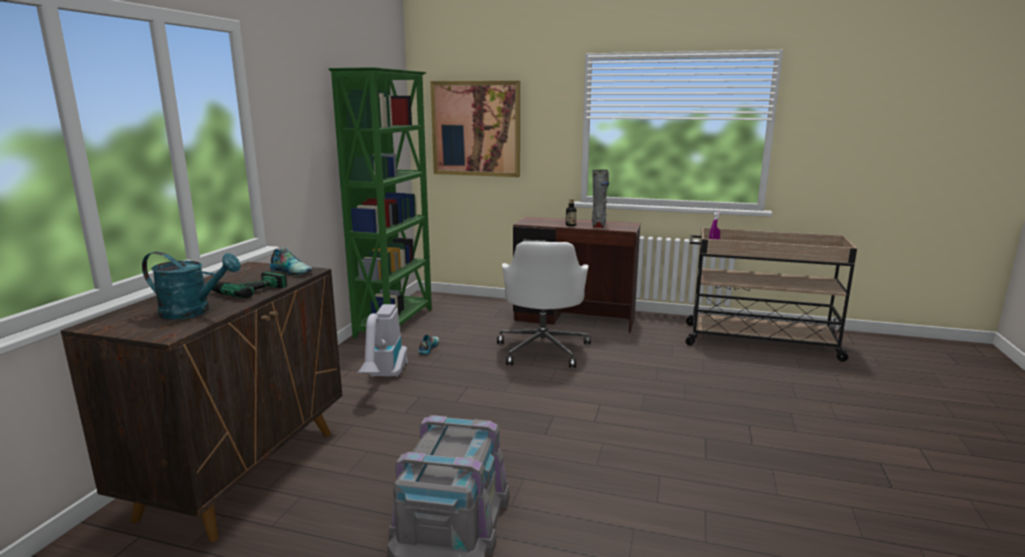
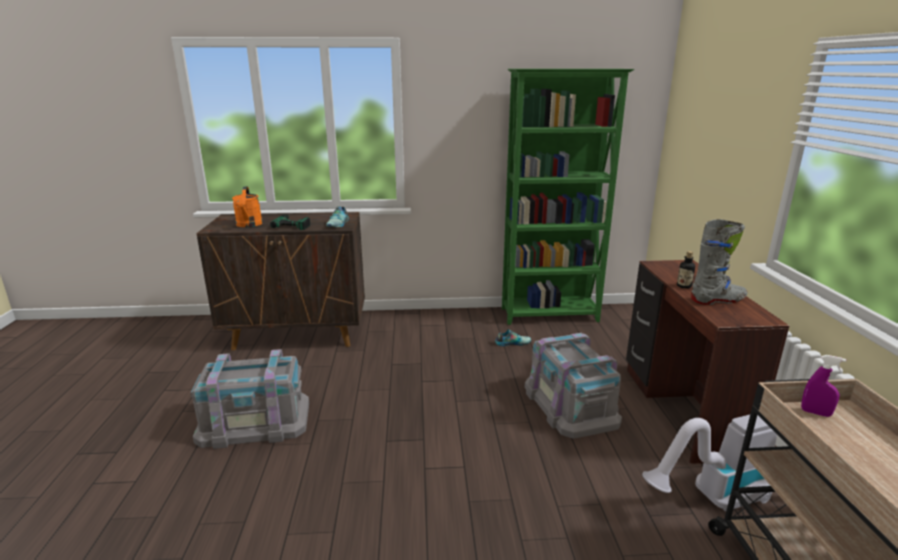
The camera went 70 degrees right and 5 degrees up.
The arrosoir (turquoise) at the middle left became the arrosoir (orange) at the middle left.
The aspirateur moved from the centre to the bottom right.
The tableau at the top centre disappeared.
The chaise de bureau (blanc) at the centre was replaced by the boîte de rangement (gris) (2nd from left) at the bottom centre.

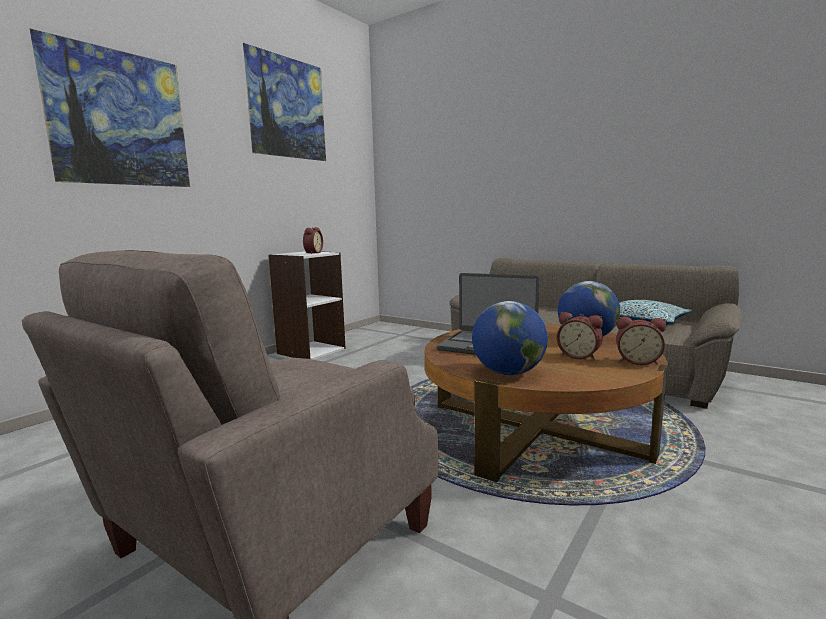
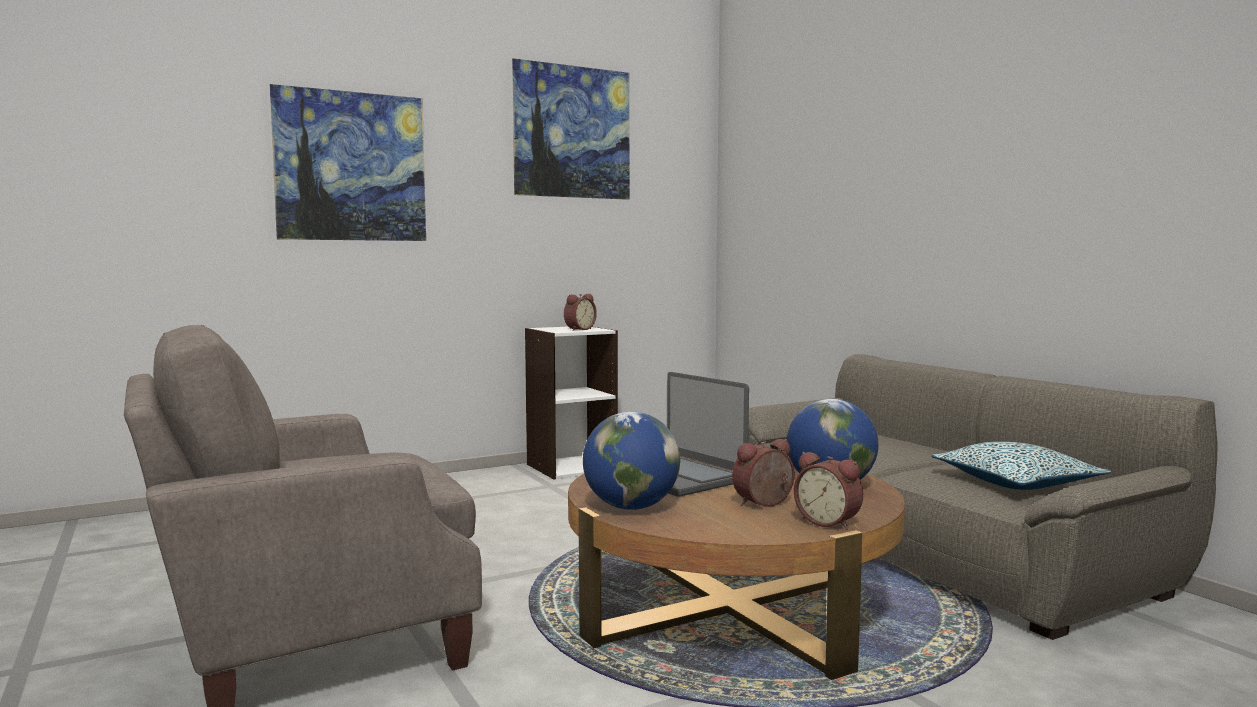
The camera went 25 degrees right and 5 degrees down.
The réveil (2nd from left) at the middle right turned 90 degrees clockwise.

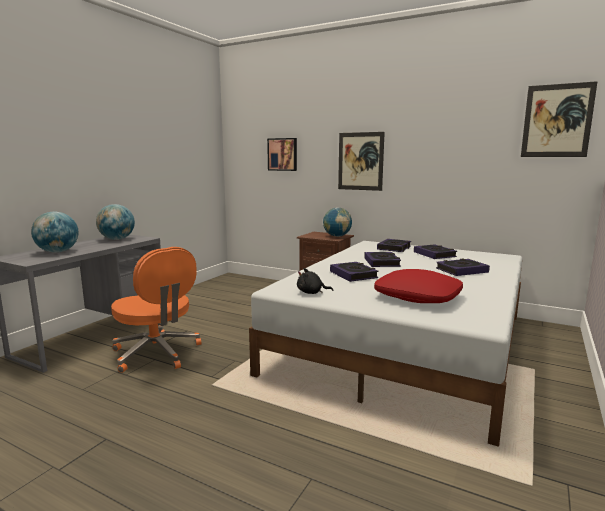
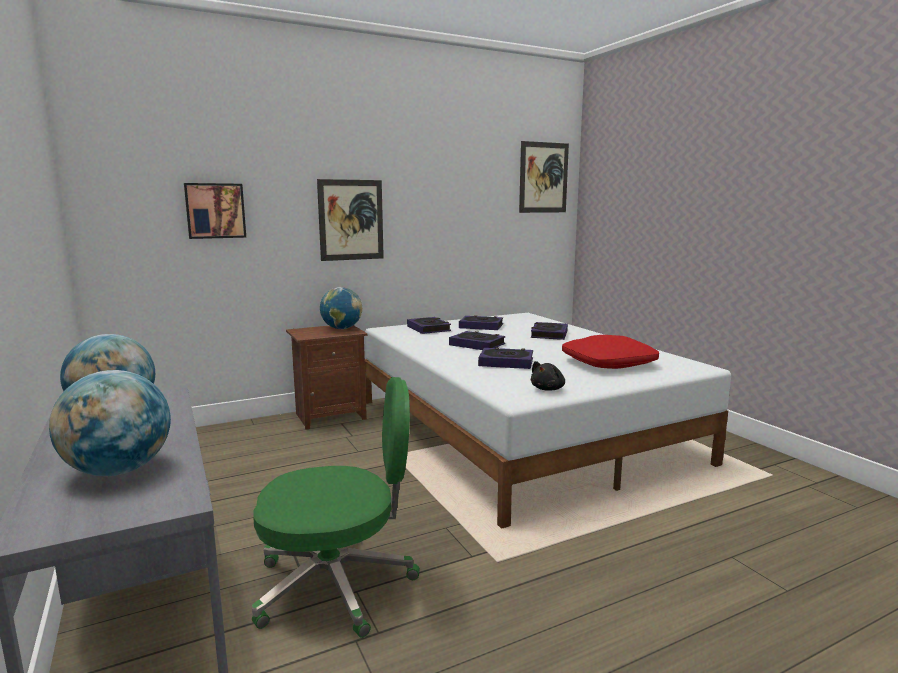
The camera went 55 degrees left and 0 degrees up.
The chaise de bureau (orange) at the middle left became the chaise de bureau (vert) at the bottom centre.

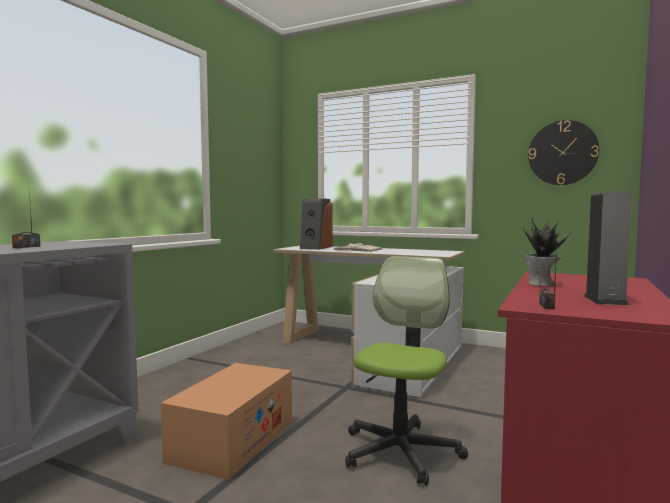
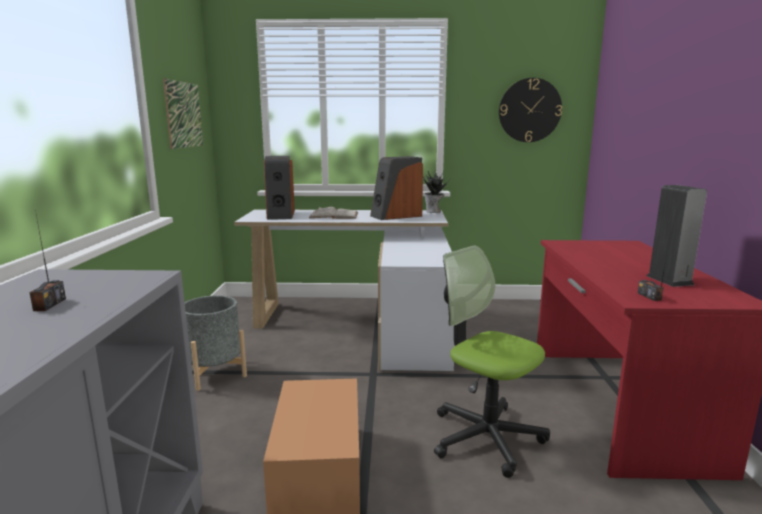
The camera went 25 degrees left and 10 degrees up.
The chaise de bureau at the bottom centre turned 45 degrees counterclockwise.
The plante en pot moved from the middle right to the centre.
The tableau at the top left appeared.
The cache-pot (gris) at the bottom left appeared.
The enceinte (2nd from left) at the centre appeared.

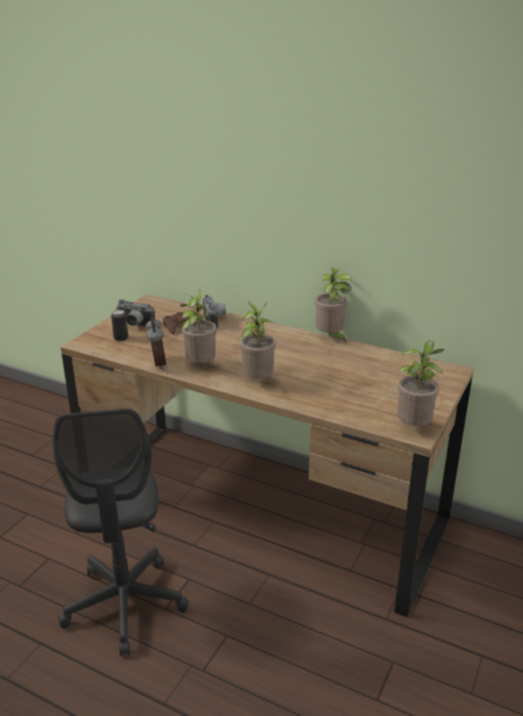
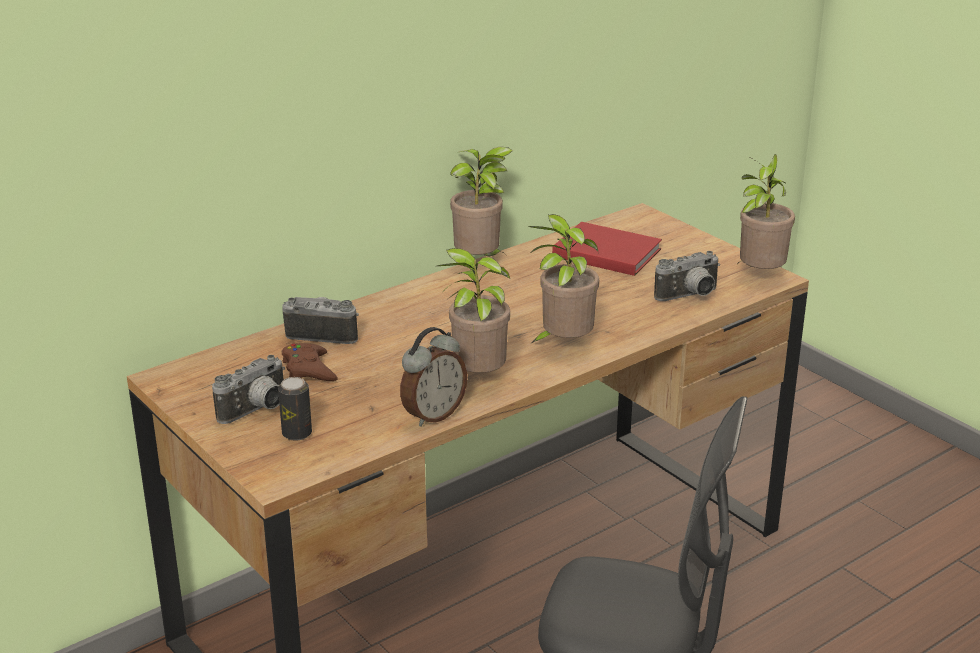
The camera went 65 degrees left and 0 degrees up.
The réveil at the middle left turned 120 degrees clockwise.
The livre (rouge) at the centre appeared.
The appareil photo (3rd from left) at the middle right appeared.

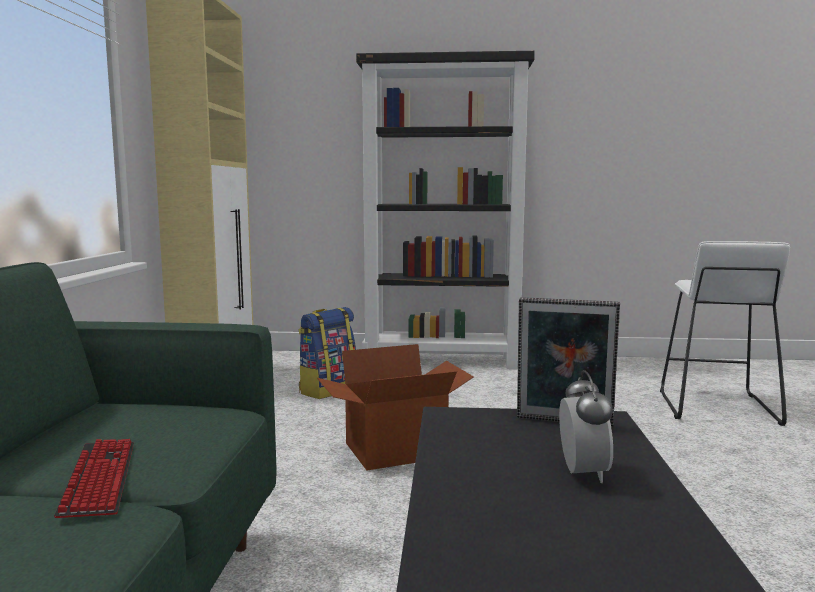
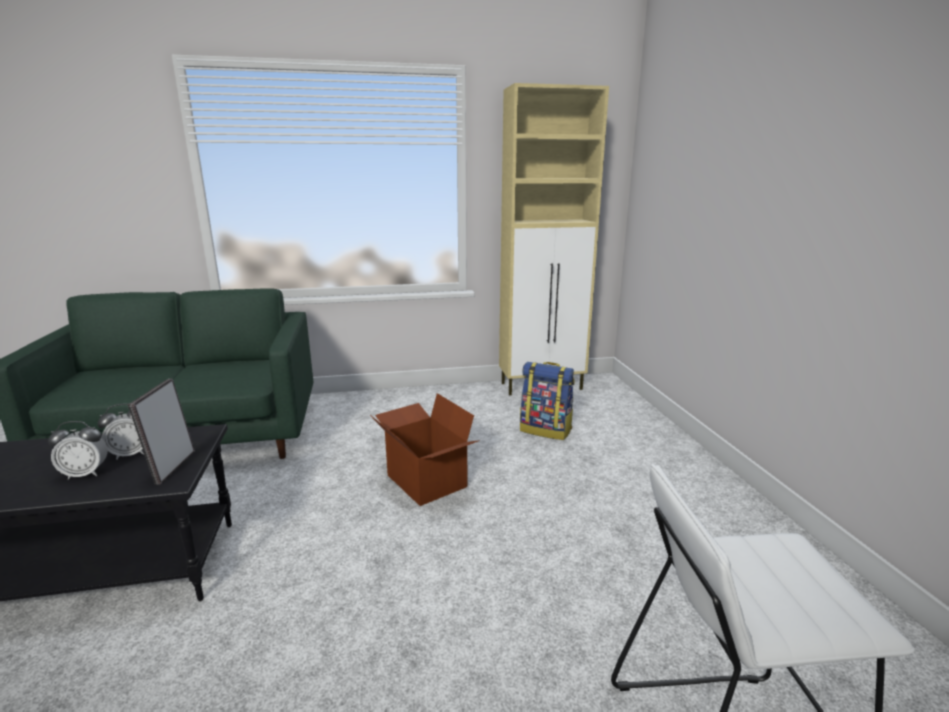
The camera went 75 degrees right and 10 degrees up.
The clavier at the bottom left disappeared.
The bibliothèque (noir) at the centre disappeared.
The réveil (2nd from left) at the middle left appeared.

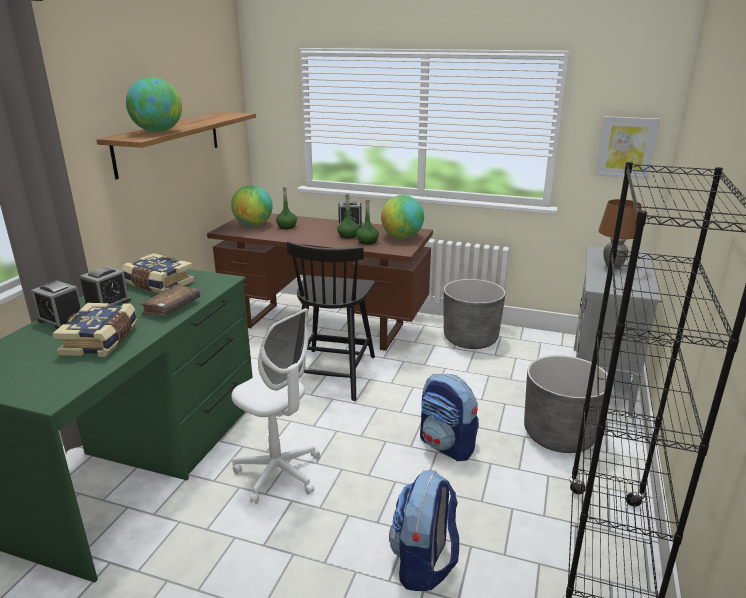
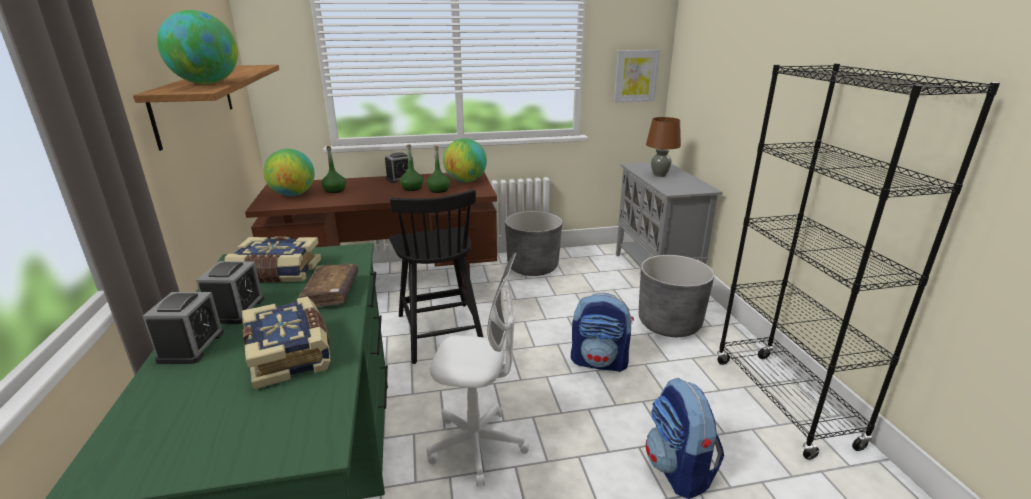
The camera went 30 degrees left and 0 degrees up.
The réveil (1st from left) at the middle left turned 90 degrees counterclockwise.

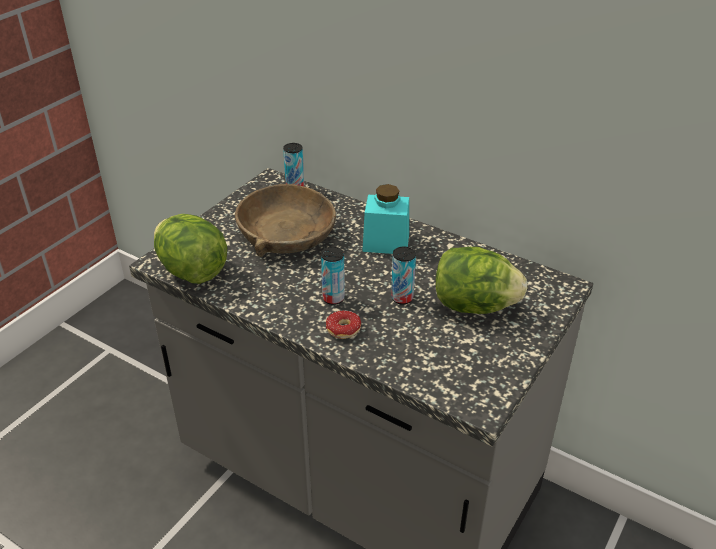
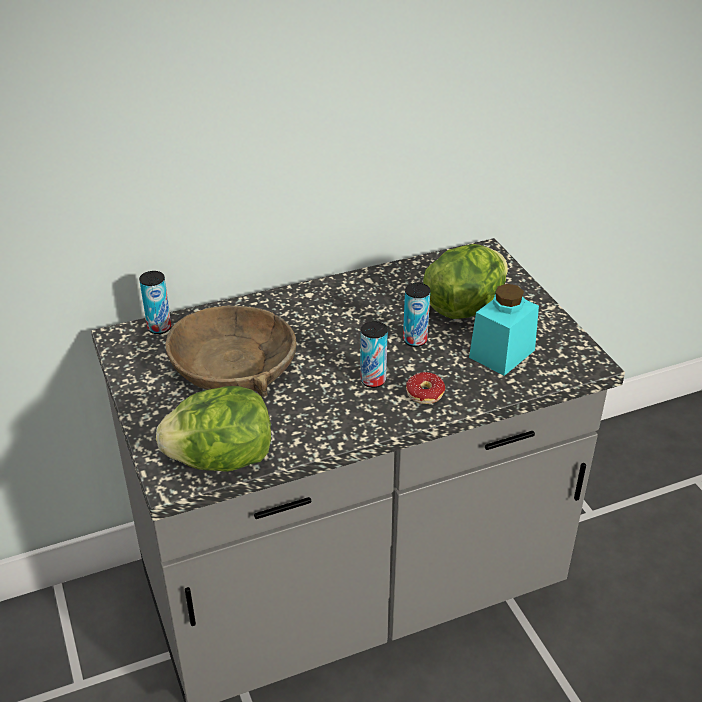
The camera went 55 degrees left and 0 degrees up.
The bocal (turquoise) moved from the centre to the middle right.

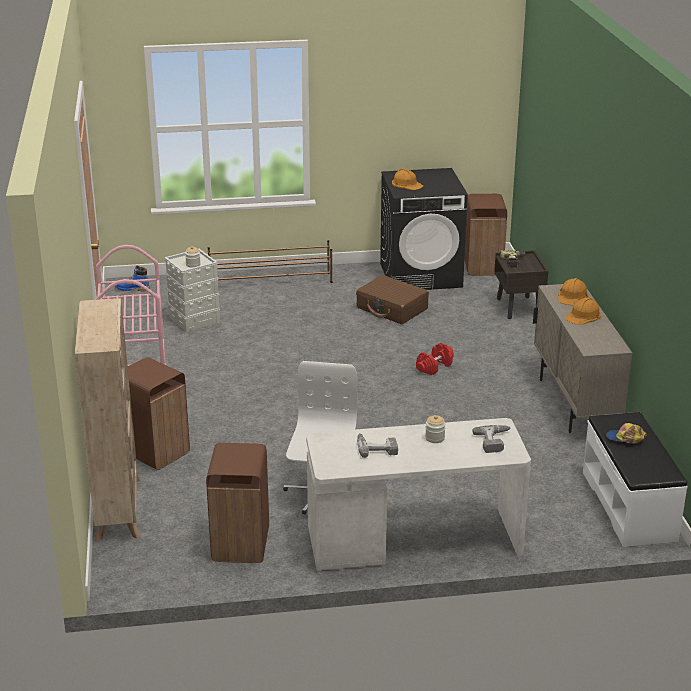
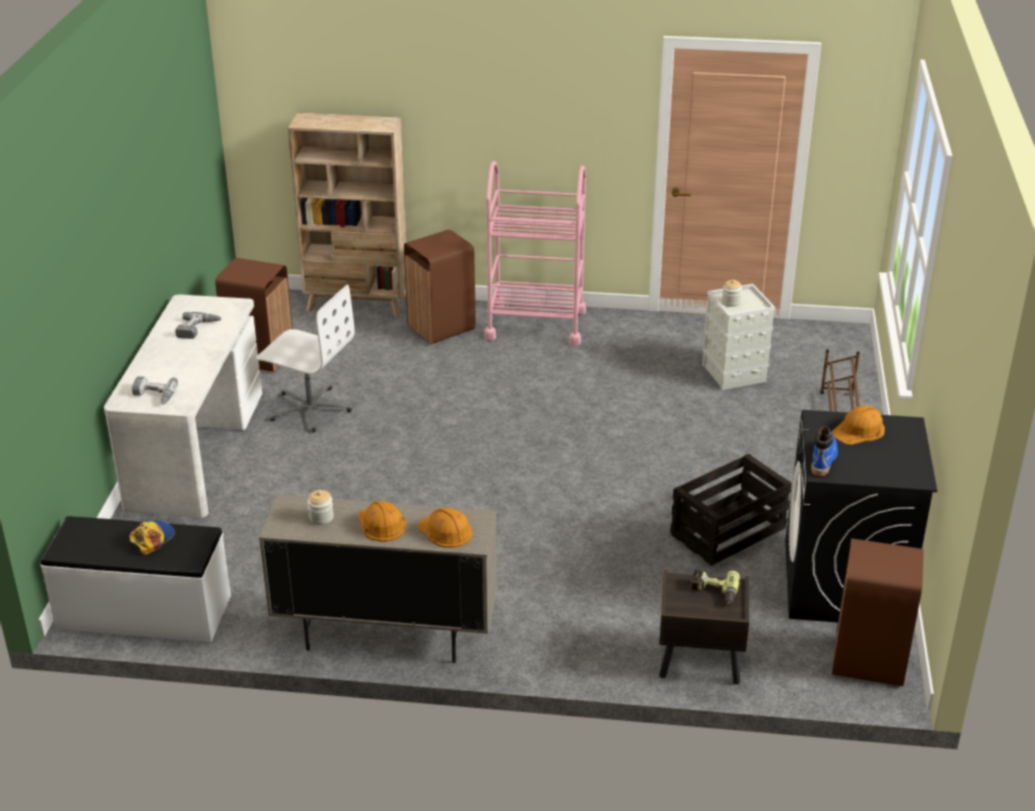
The camera went 105 degrees right and 5 degrees up.
The botte (bleu) moved from the middle left to the middle right.
The valise (marron) at the centre was replaced by the caisse at the middle right.
The haltère (rouge) at the centre disappeared.
The bocal (2nd from left in the first image) moved from the centre to the middle left.

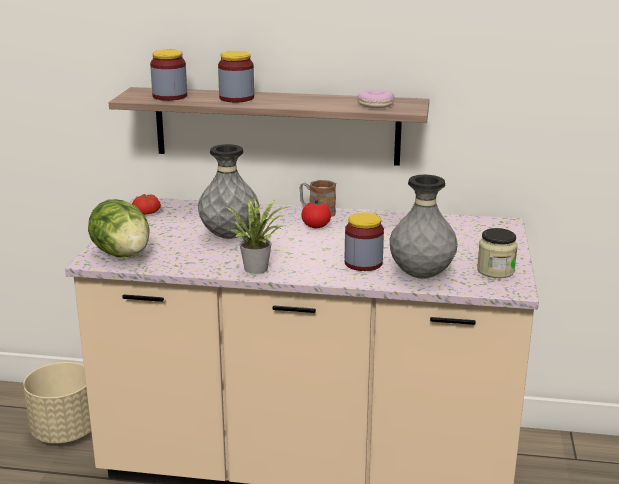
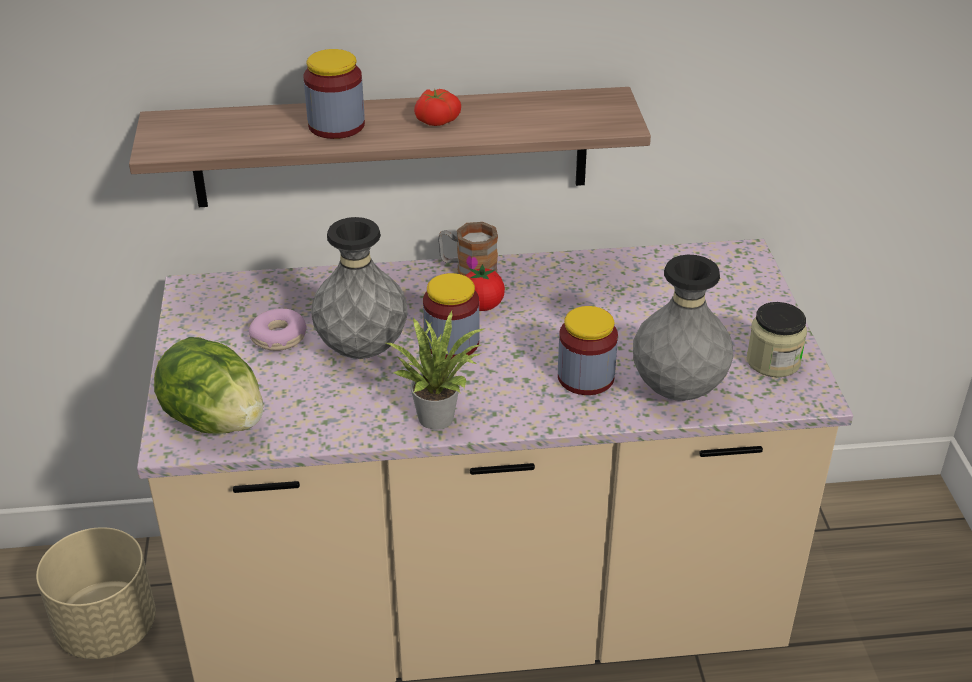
The camera went 15 degrees left and 15 degrees up.
The tomate (1st from left) moved from the middle left to the top centre.
The bocal (1st from left in the first image) moved from the top left to the centre.
The beignet moved from the top centre to the middle left.

